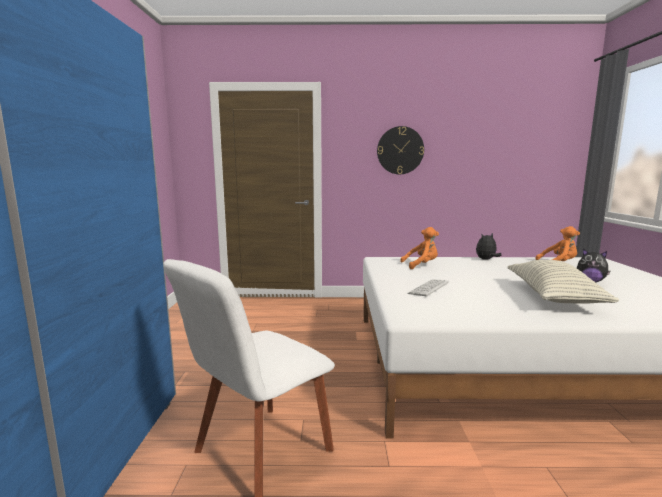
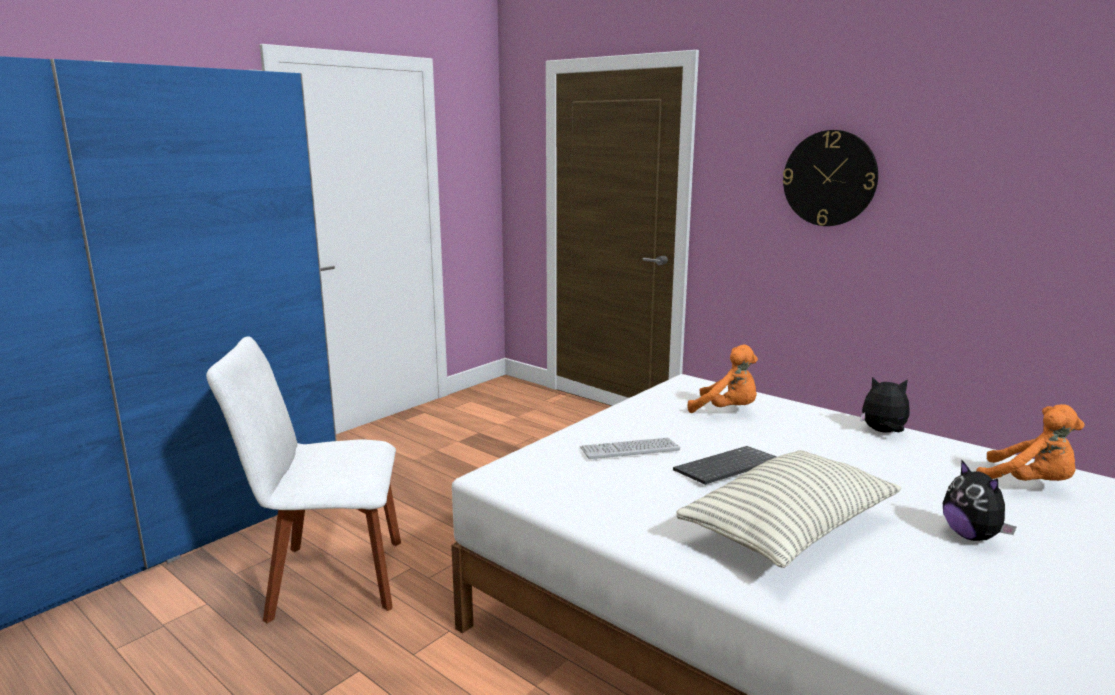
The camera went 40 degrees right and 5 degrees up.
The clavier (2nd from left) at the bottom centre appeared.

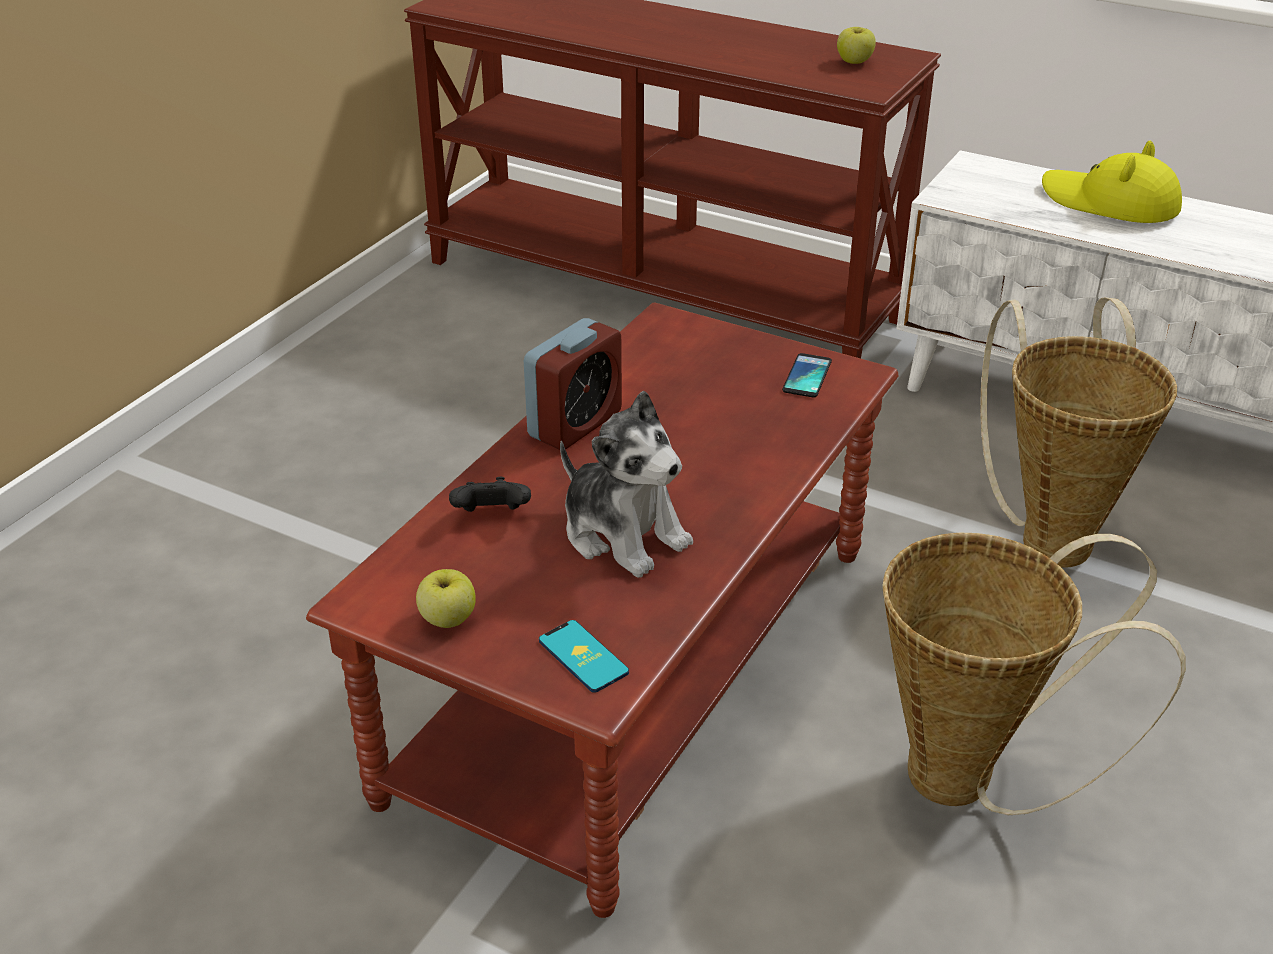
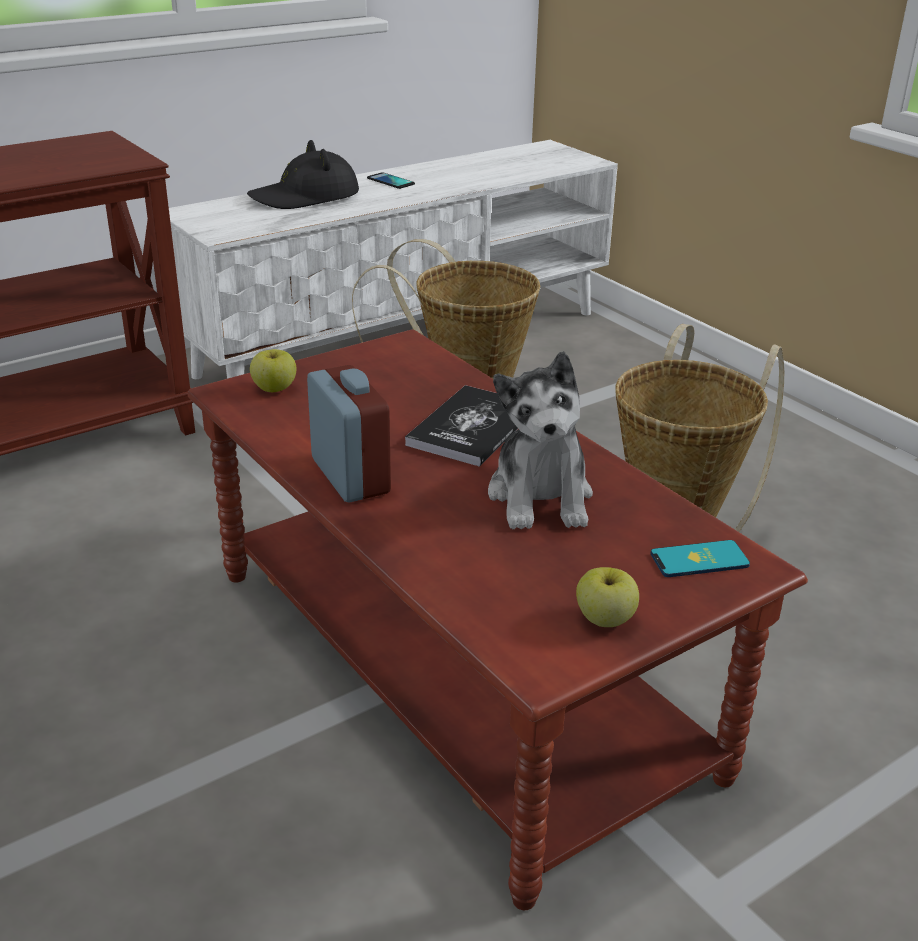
The camera went 65 degrees left and 5 degrees down.
The manette (noir) at the centre disappeared.
The peluche at the centre turned 105 degrees clockwise.
The téléphone (2nd from left in the first image) moved from the centre to the top centre.
The pomme (2nd from left in the first image) moved from the top right to the middle left.
The chapeau (jaune) at the top right became the chapeau (noir) at the top left.
The livre at the centre appeared.

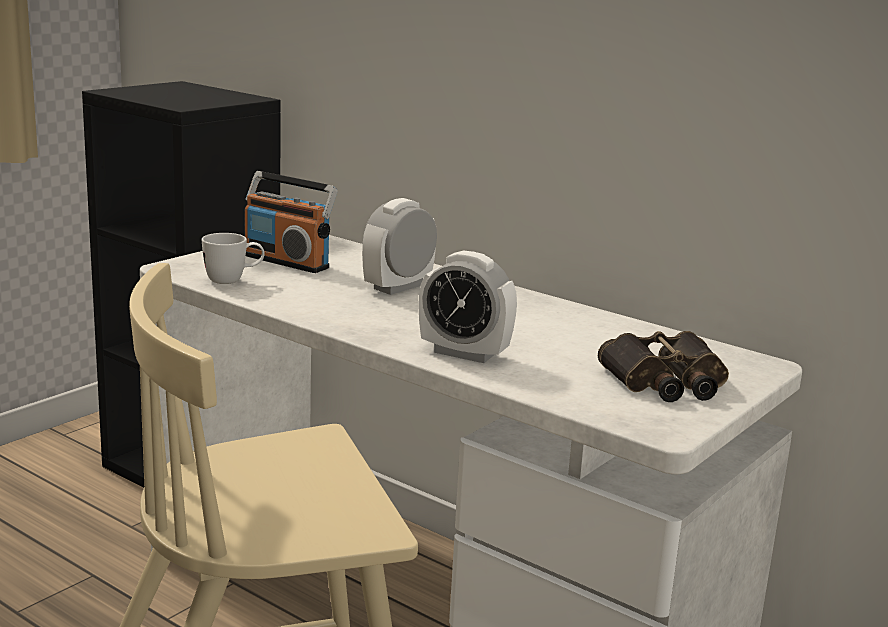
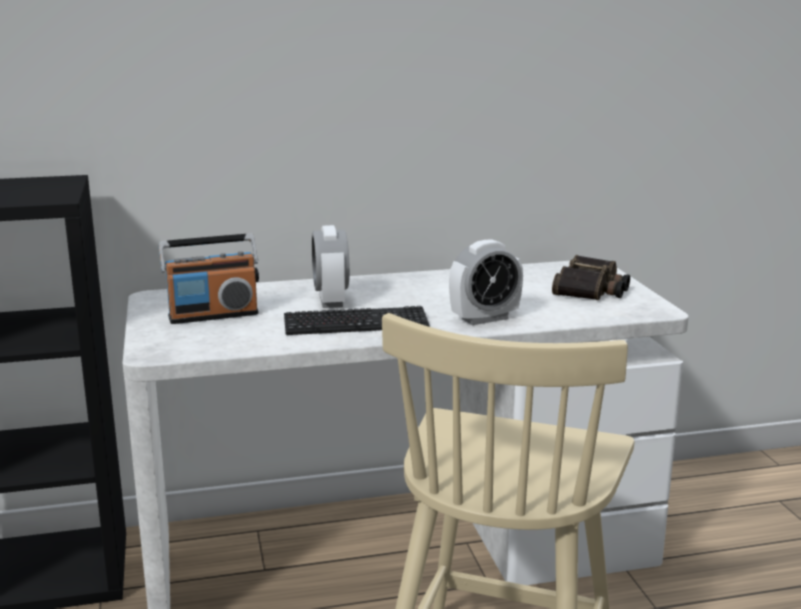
The camera went 50 degrees left and 0 degrees up.
The mug (blanc) at the middle left disappeared.
The clavier at the centre appeared.

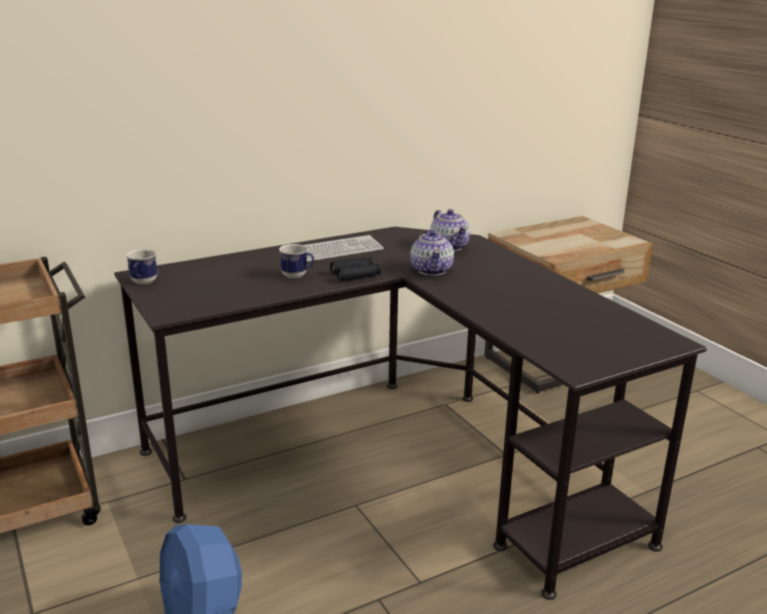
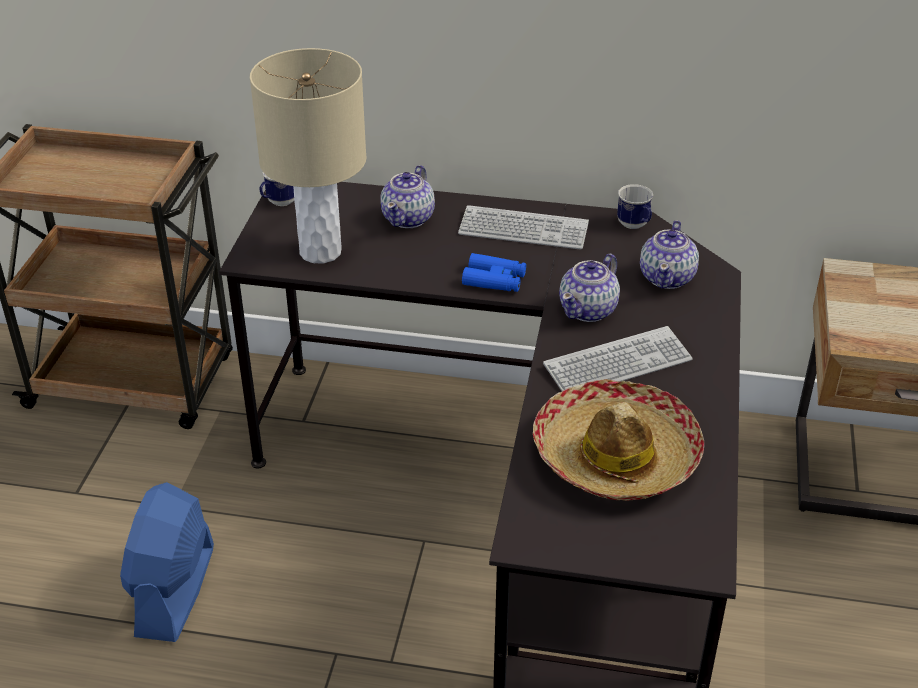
The camera went 40 degrees right and 15 degrees up.
The mug (2nd from left) moved from the centre to the top right.
The jumelles (noir) at the centre became the jumelles (bleu) at the centre.
The lampe de table (beige) at the top centre appeared.
The théière (1st from left) at the top centre appeared.
The chapeau at the middle right appeared.
The clavier (2nd from left) at the middle right appeared.

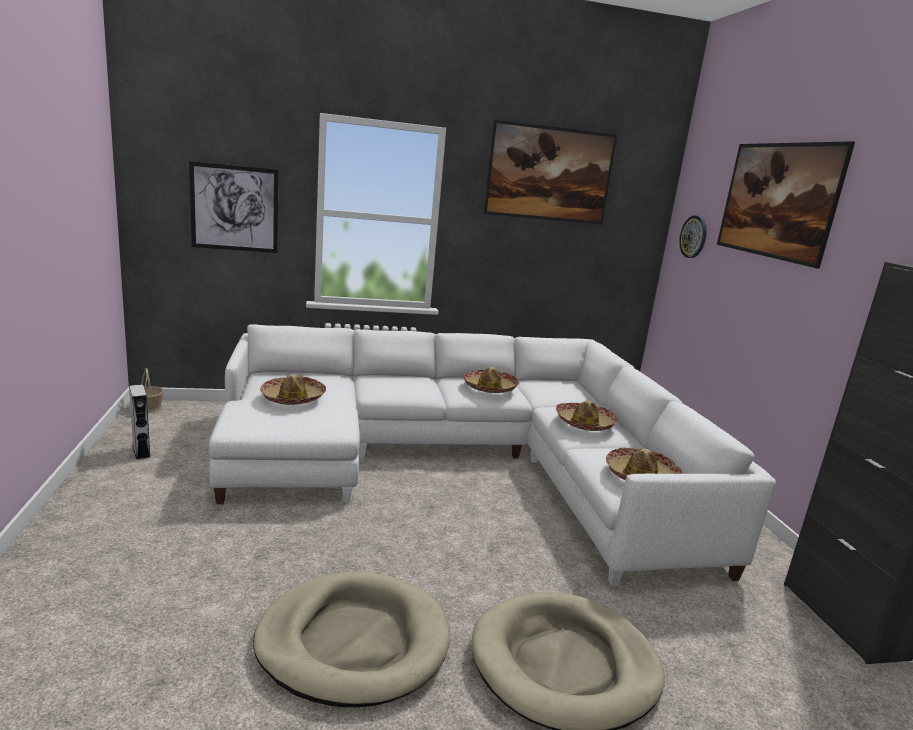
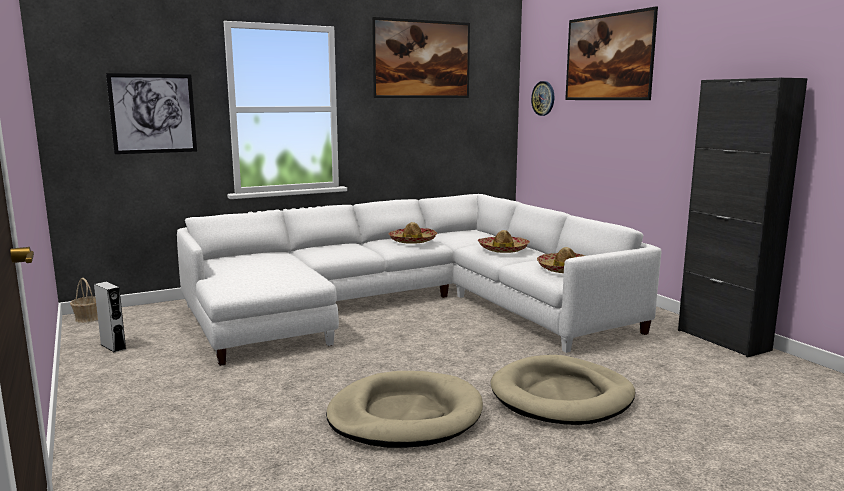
The camera went 15 degrees left and 5 degrees down.
The chapeau (1st from left) at the middle left disappeared.

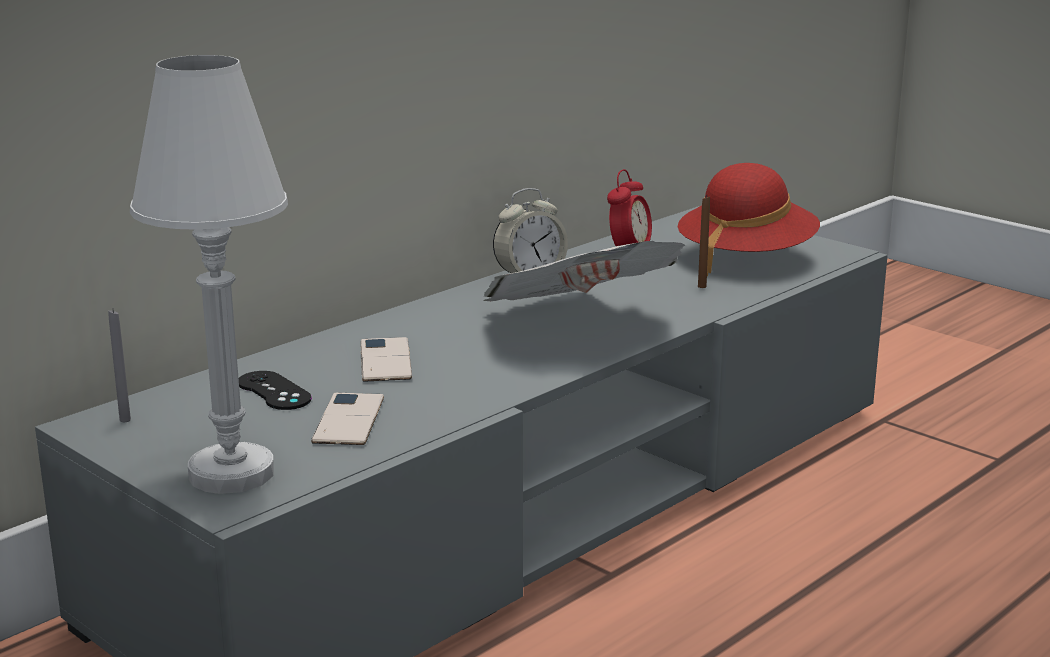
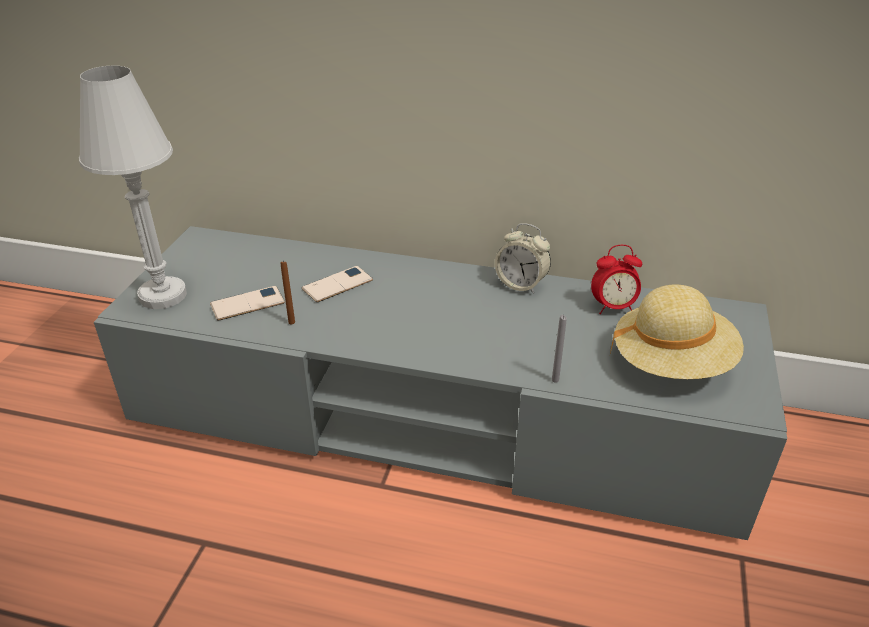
The camera went 60 degrees right and 15 degrees up.
The bougie (gris) moved from the middle left to the centre.
The manette (noir) at the middle left disappeared.
The journal at the centre disappeared.
The chapeau (rouge) at the middle right became the chapeau (beige) at the middle right.
The bougie (marron) moved from the middle right to the middle left.

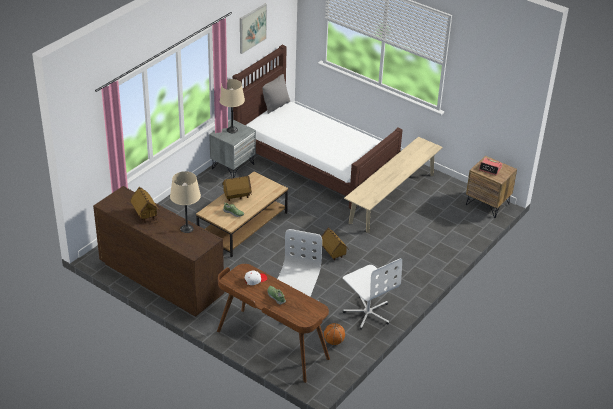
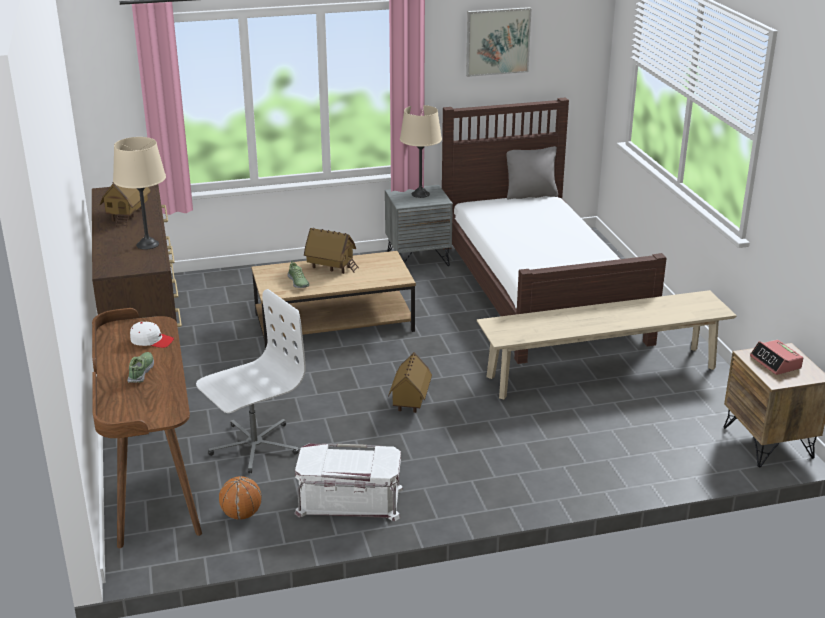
The camera went 40 degrees right and 10 degrees down.
The chaise de bureau (blanc) (2nd from left) at the bottom centre was replaced by the boîte de rangement (blanc) at the bottom centre.

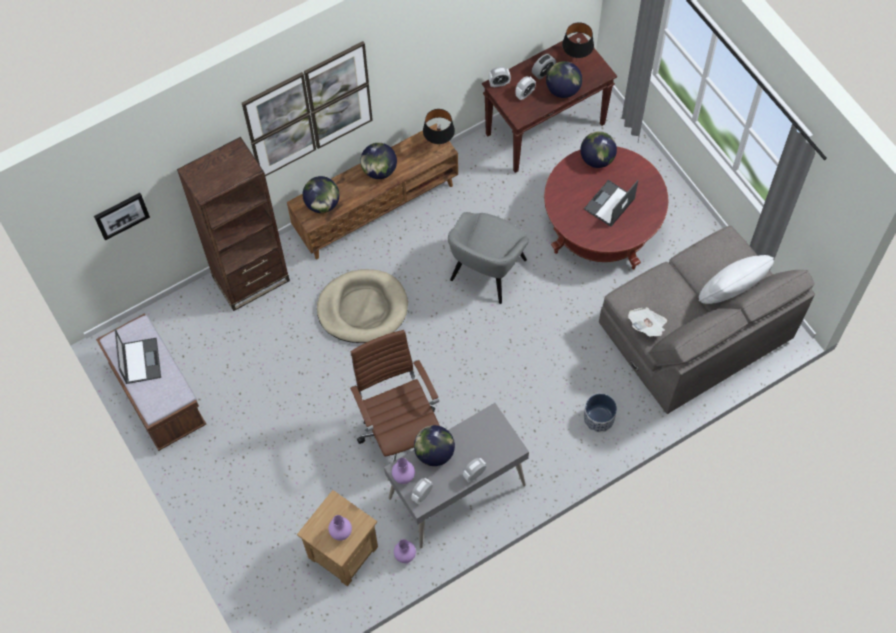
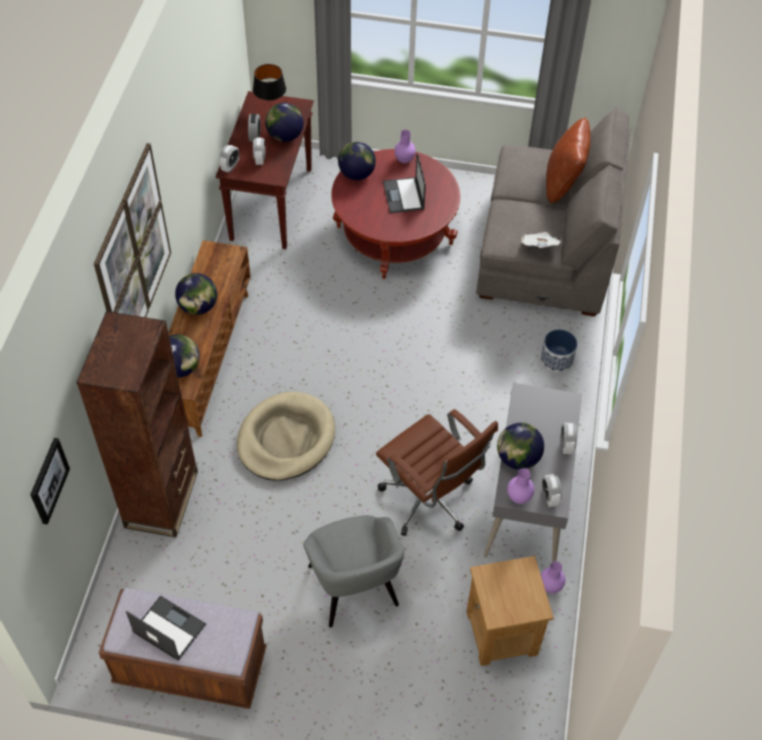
The camera went 50 degrees left and 10 degrees down.
The vase (violet) (1st from left) moved from the bottom centre to the top centre.
The chaise de bureau (marron) at the centre turned 150 degrees counterclockwise.
The lampe de table (noir) (1st from left) at the top centre disappeared.
The fauteuil (gris) moved from the centre to the bottom centre.
The coussin (blanc) at the middle right became the coussin (marron) at the top right.

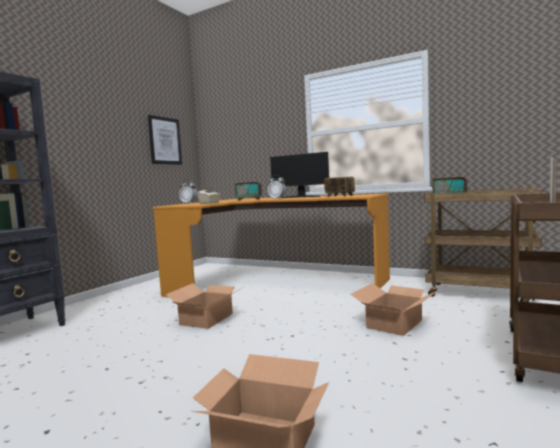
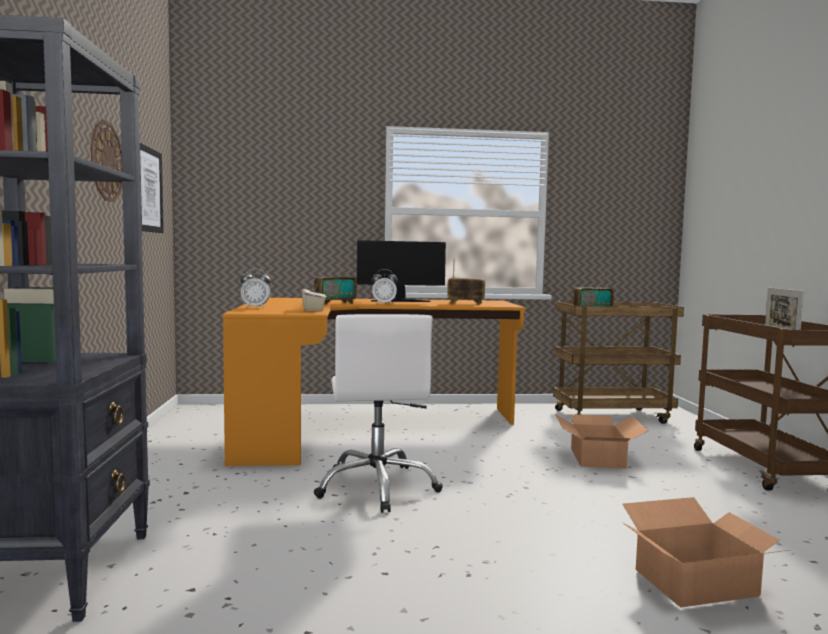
The camera went 35 degrees left and 0 degrees up.
The carton (1st from left) at the bottom centre was replaced by the chaise de bureau (blanc) at the centre.
The horloge murale at the top left appeared.

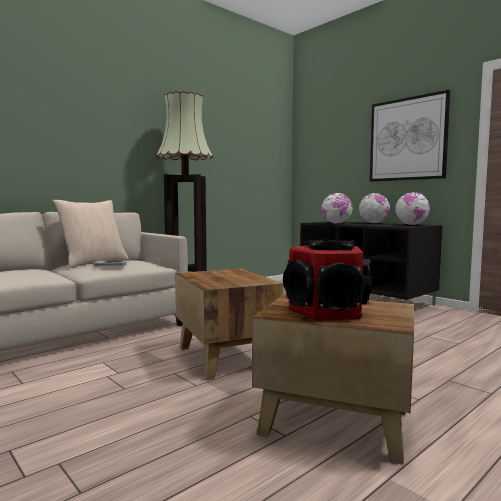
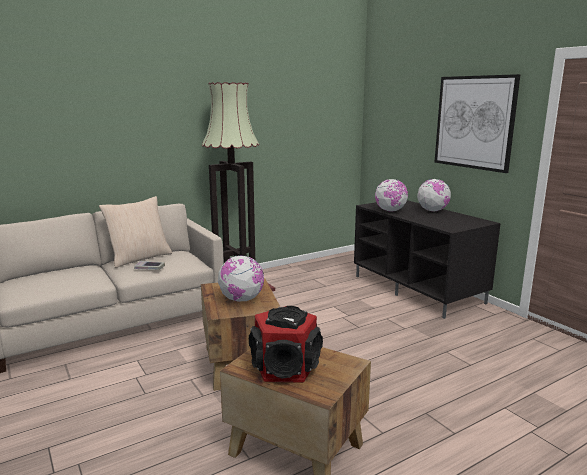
The camera went 10 degrees right and 10 degrees up.
The globe (3rd from left in the first image) moved from the middle right to the centre.

